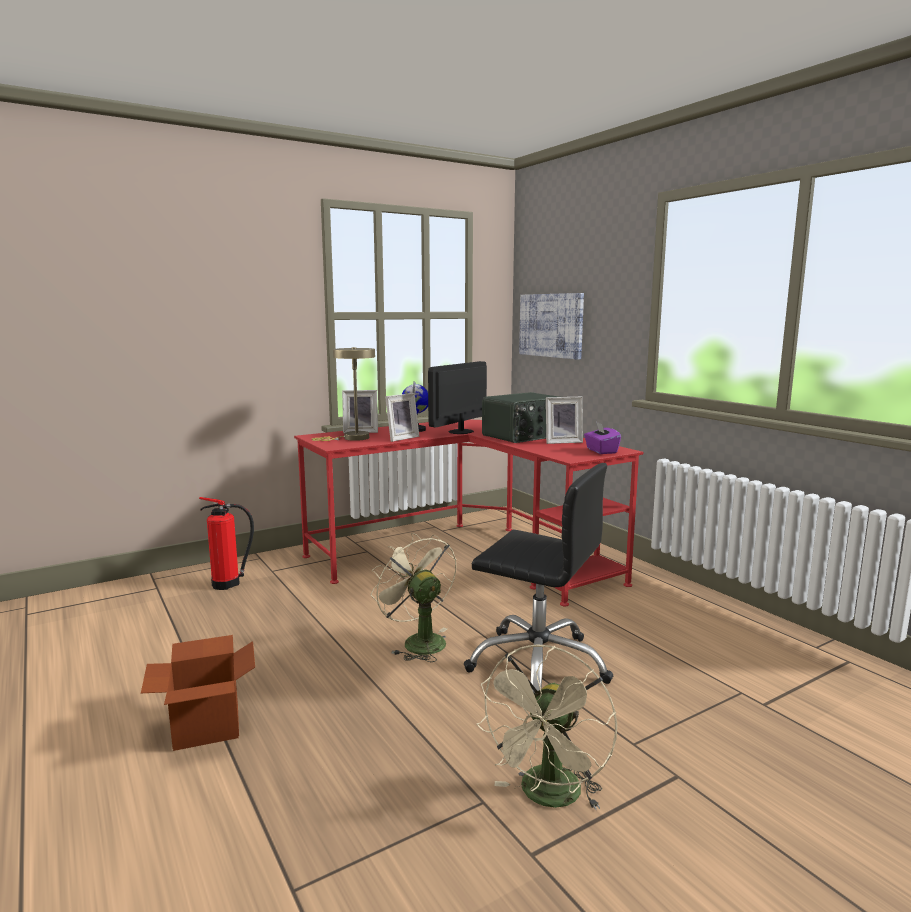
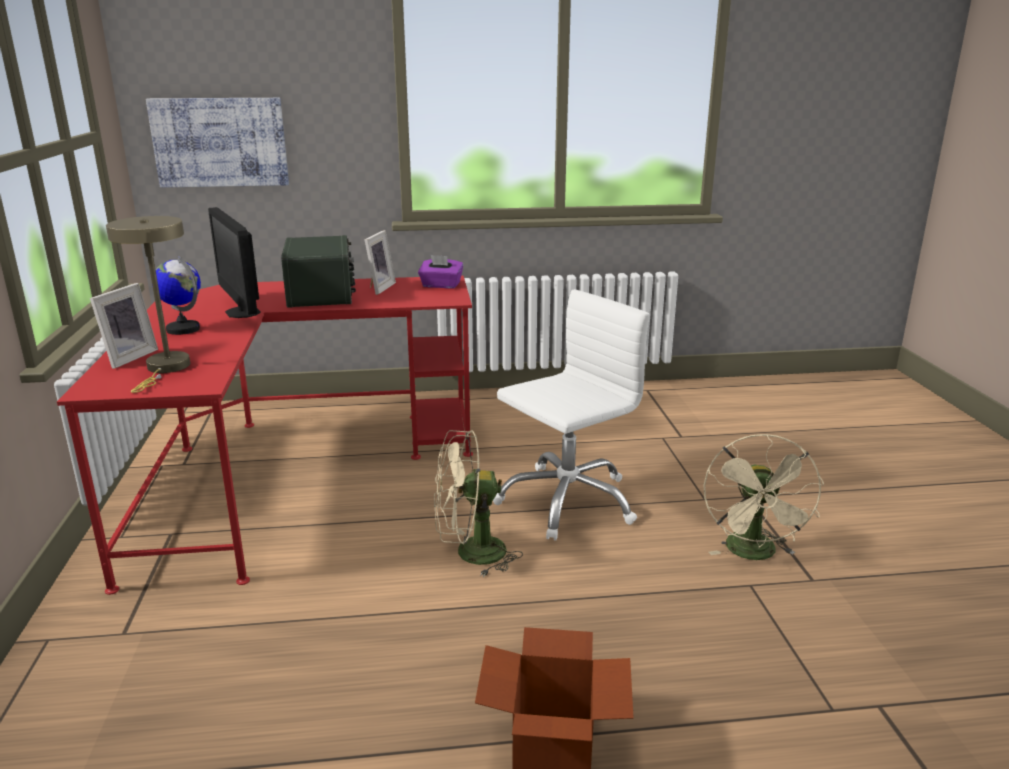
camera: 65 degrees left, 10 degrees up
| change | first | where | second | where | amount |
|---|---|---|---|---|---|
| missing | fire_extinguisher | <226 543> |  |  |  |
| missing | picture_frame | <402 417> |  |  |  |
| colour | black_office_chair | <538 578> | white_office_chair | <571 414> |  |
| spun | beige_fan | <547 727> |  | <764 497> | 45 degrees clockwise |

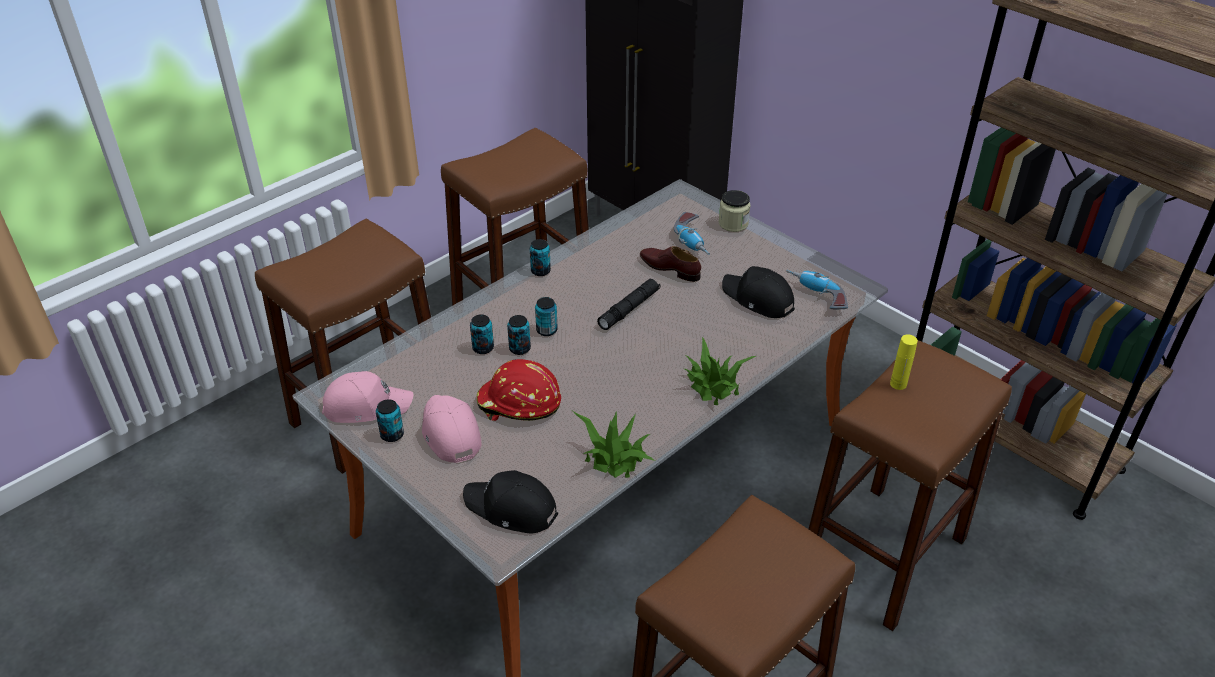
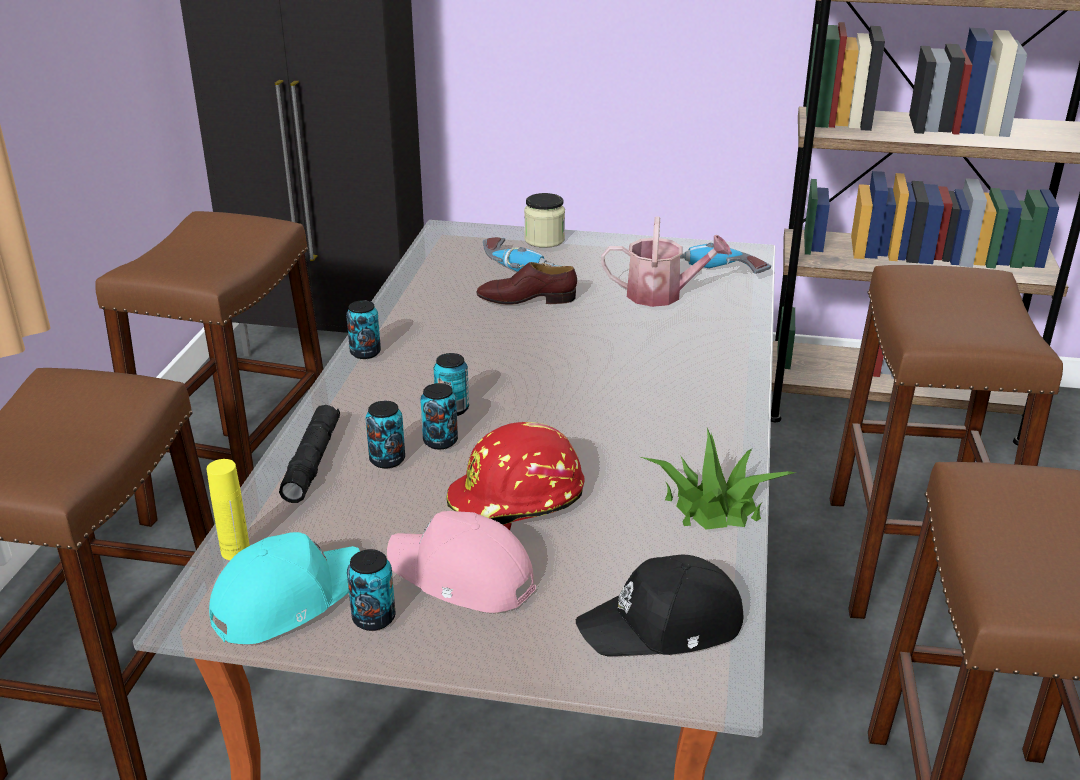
camera: 35 degrees left, 10 degrees down
| change | first | where | second | where | amount |
|---|---|---|---|---|---|
| colour | pink_cap | <368 397> | turquoise_cap | <284 588> |  |
| relocated | black_flashlight | <629 304> |  | <309 454> |  |
| missing | potted_plant | <720 371> |  |  |  |
| exchanged | black_cap | <758 292> | watering_can | <666 261> |  |
| relocated | yellow_bottle | <904 362> |  | <228 509> |  |

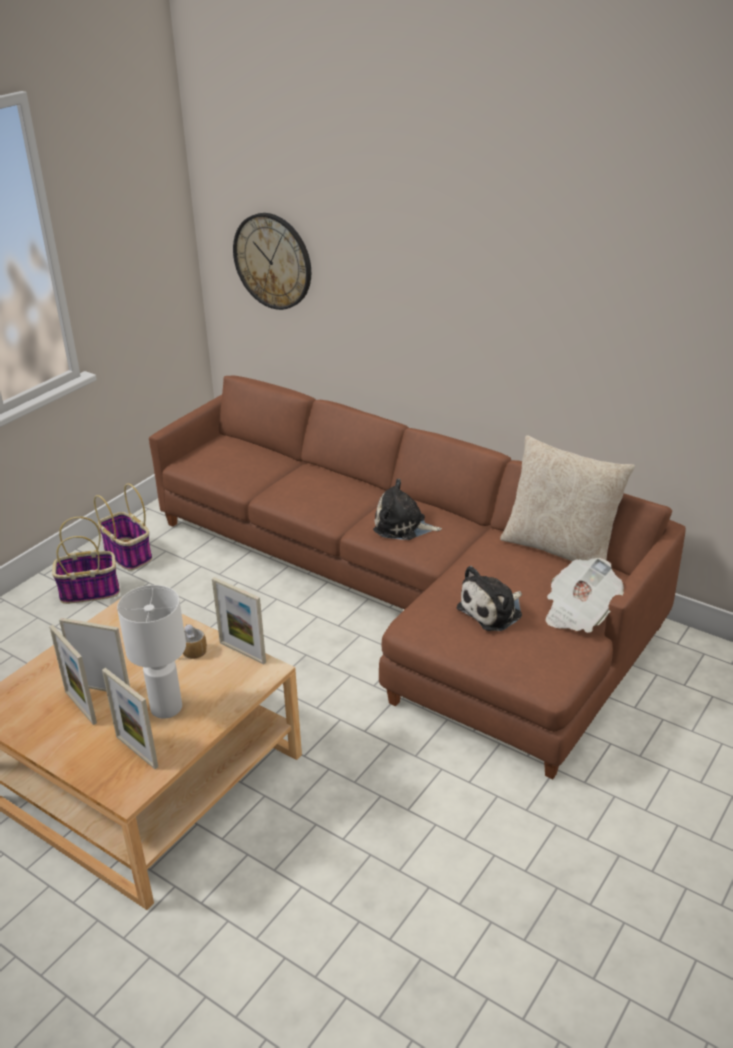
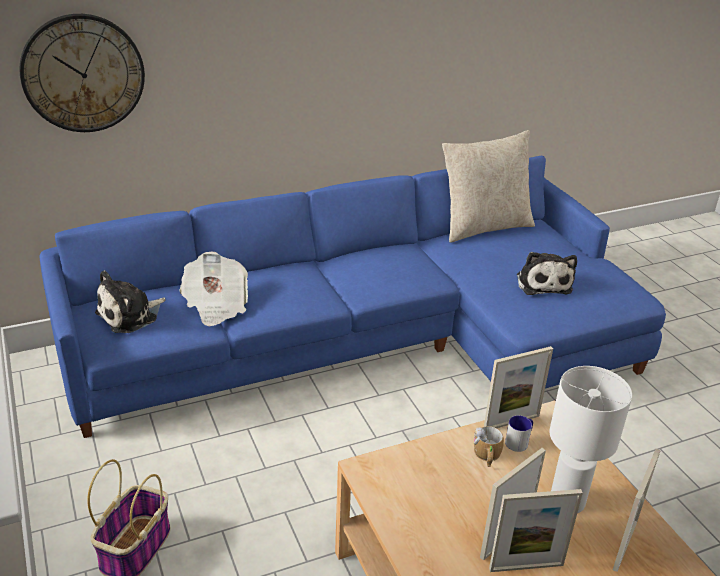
camera: 60 degrees left, 0 degrees up
| change | first | where | second | where | amount |
|---|---|---|---|---|---|
| missing | basket | <123 527> |  |  |  |
| spun | picture_frame | <130 718> |  | <637 510> | 45 degrees counterclockwise |
| colour | brown_sofa | <417 577> | blue_sofa | <352 297> |  |
| relocated | plush_toy | <407 509> |  | <130 301> |  |
| relocated | newspaper | <585 595> |  | <213 289> |  |
| appeared |  |  | mug | <519 433> |  |

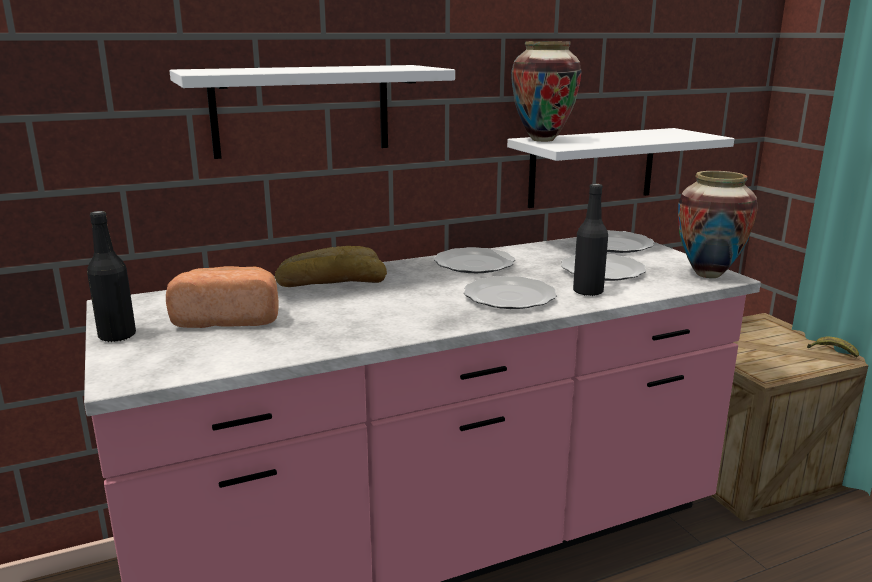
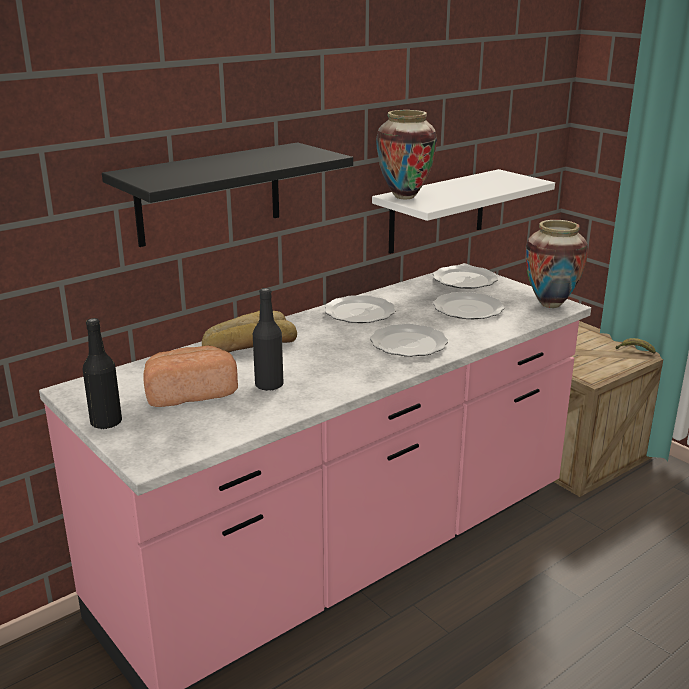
camera: 15 degrees left, 5 degrees up
| change | first | where | second | where | amount |
|---|---|---|---|---|---|
| colour | white_shelf | <312 112> | black_shelf | <227 194> |  |
| relocated | black_bottle | <590 240> |  | <268 339> |  |

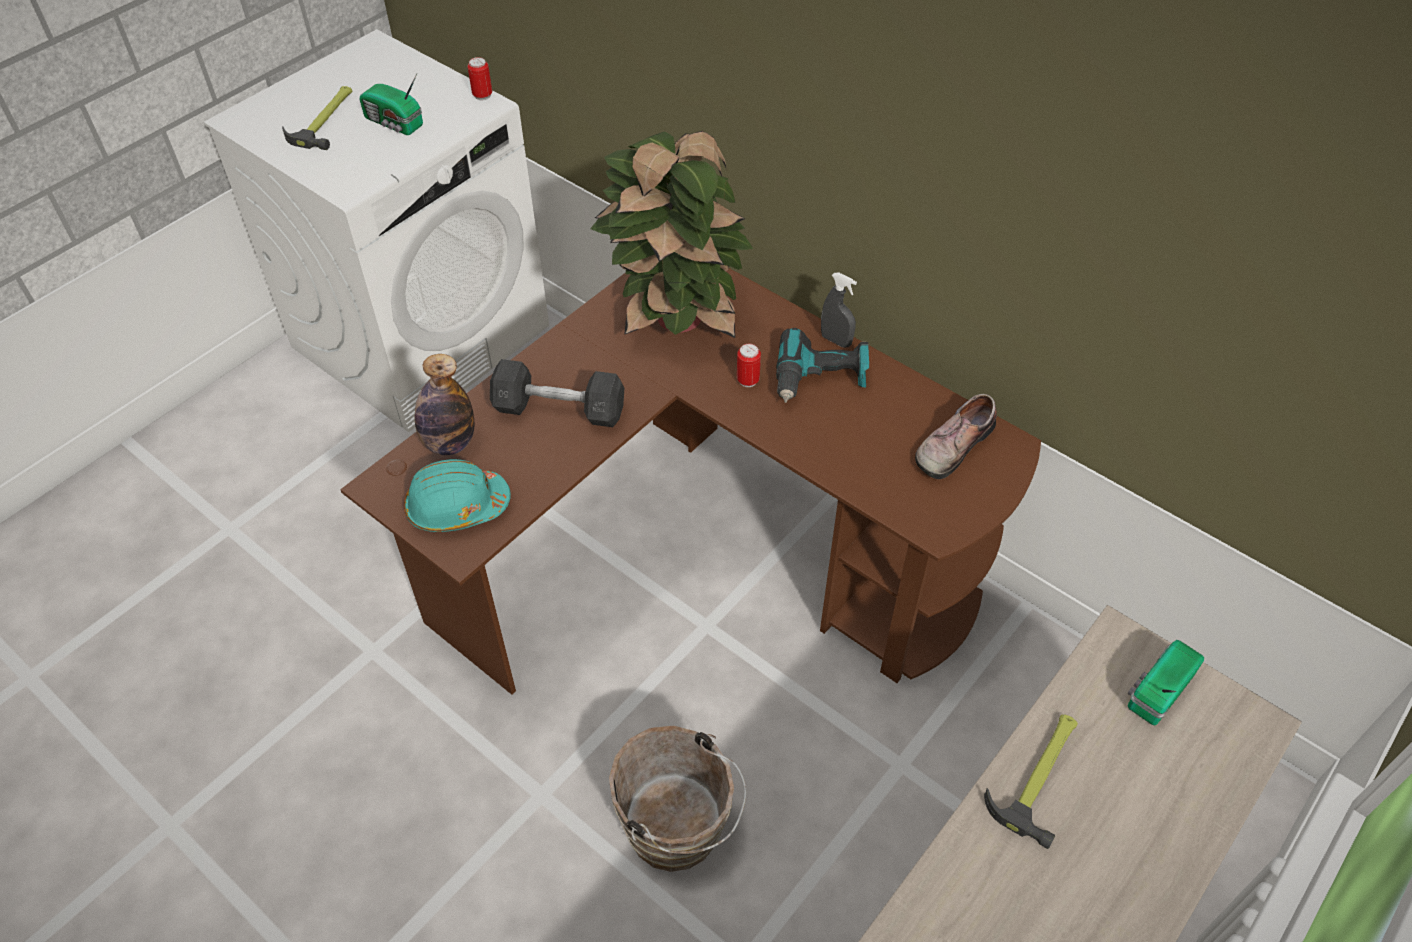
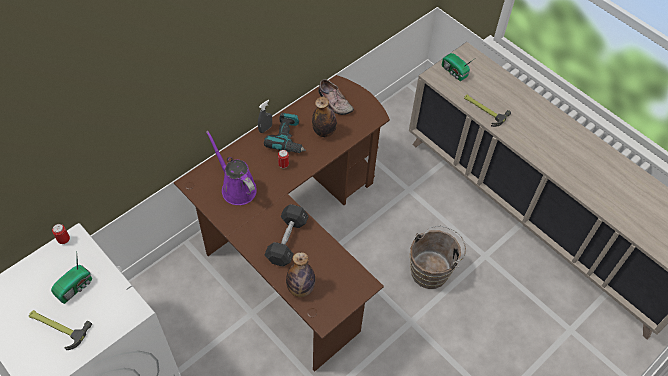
camera: 85 degrees left, 5 degrees up
| change | first | where | second | where | amount |
|---|---|---|---|---|---|
| missing | turquoise_hard_hat | <457 495> |  |  |  |
| exchanged | potted_plant | <671 234> | purple_watering_can | <231 168> |  |
| appeared |  |  | bottle | <324 117> |  |

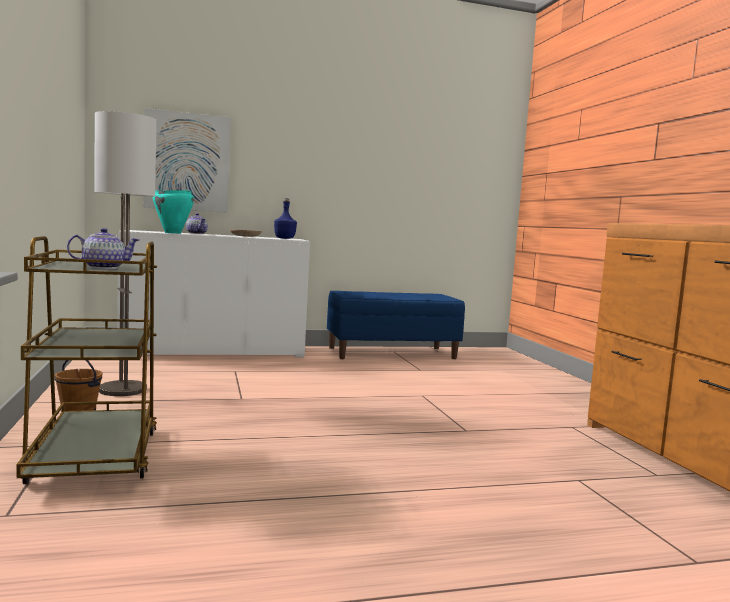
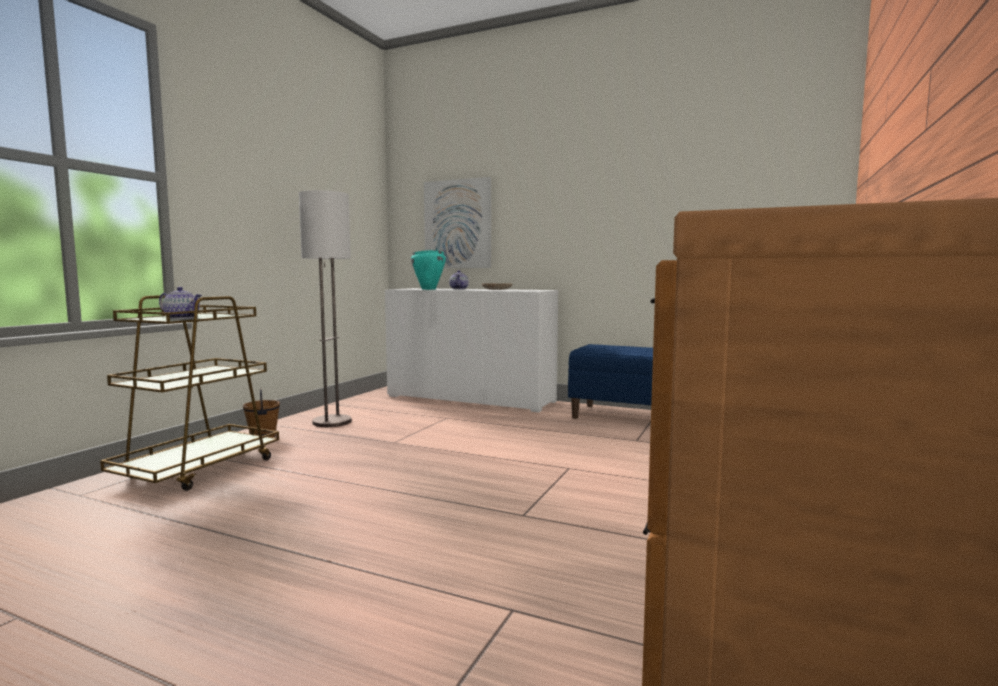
camera: 40 degrees right, 0 degrees up
| change | first | where | second | where | amount |
|---|---|---|---|---|---|
| missing | blue_bottle | <285 218> |  |  |  |

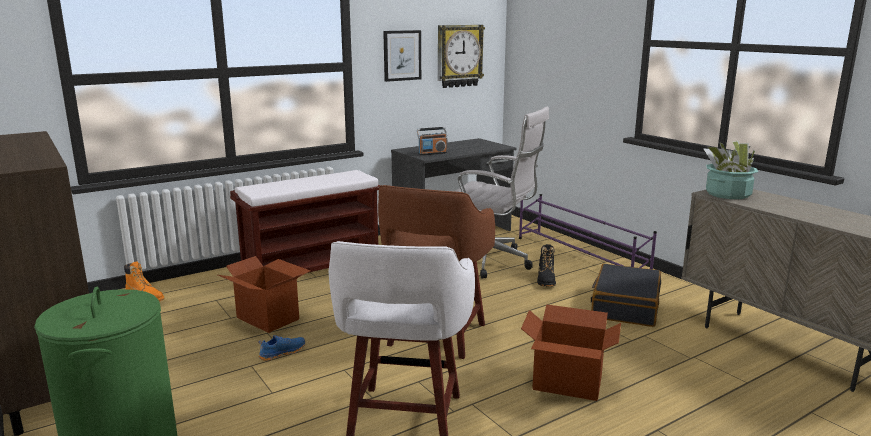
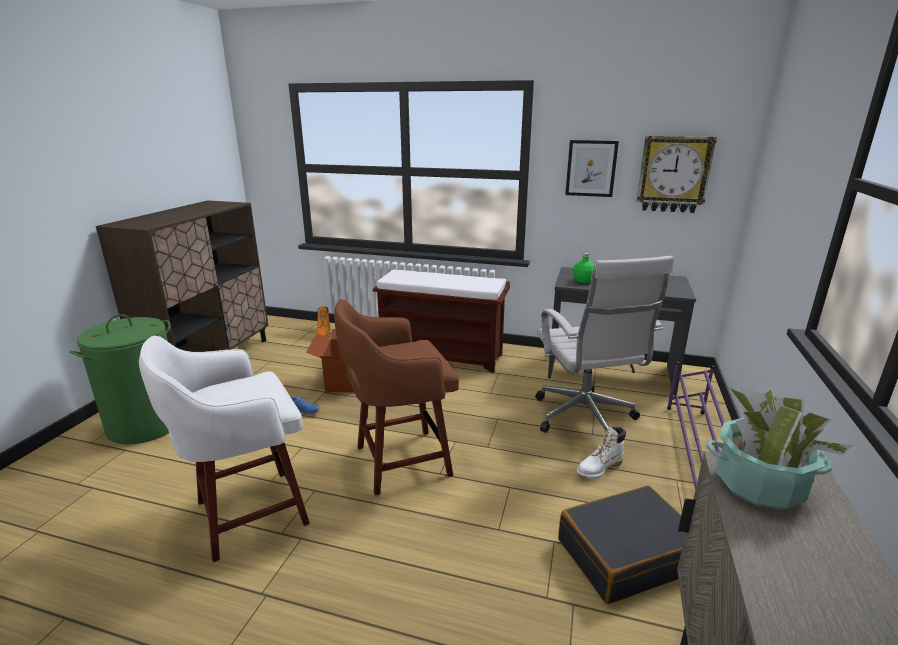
camera: 50 degrees right, 5 degrees up
| change | first | where | second | where | amount |
|---|---|---|---|---|---|
| exchanged | radio | <432 141> | green_bottle | <583 268> |  |
| missing | cardboard_box | <571 352> |  |  |  |
| colour | black_boot | <546 265> | white_boot | <601 453> |  |

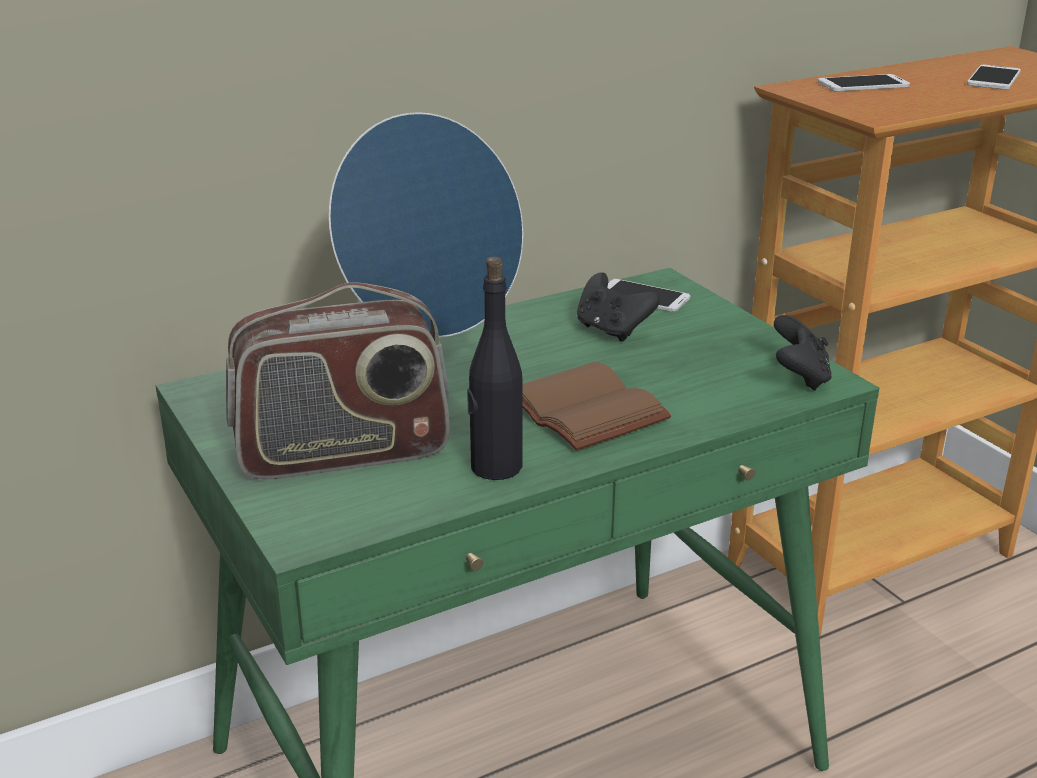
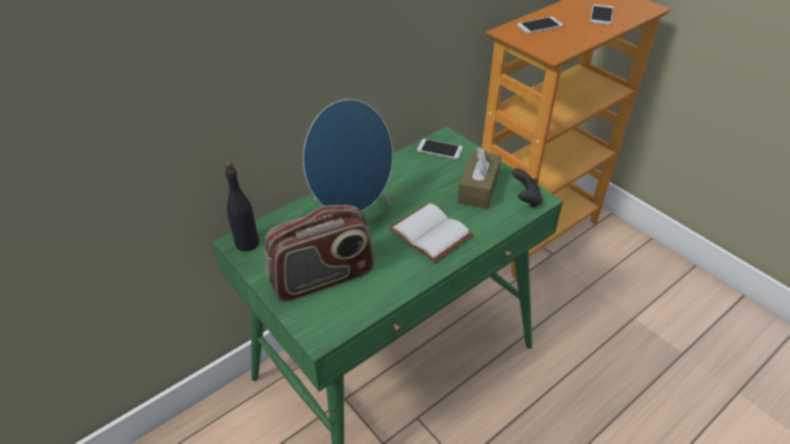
camera: 10 degrees left, 15 degrees up
| change | first | where | second | where | amount |
|---|---|---|---|---|---|
| relocated | black_bottle | <495 368> |  | <242 206> |  |
| colour | brown_book | <597 405> | white_book | <431 233> |  |
| missing | black_game_controller | <618 307> |  |  |  |
| appeared |  |  | brown_tissue_box | <479 178> |  |

